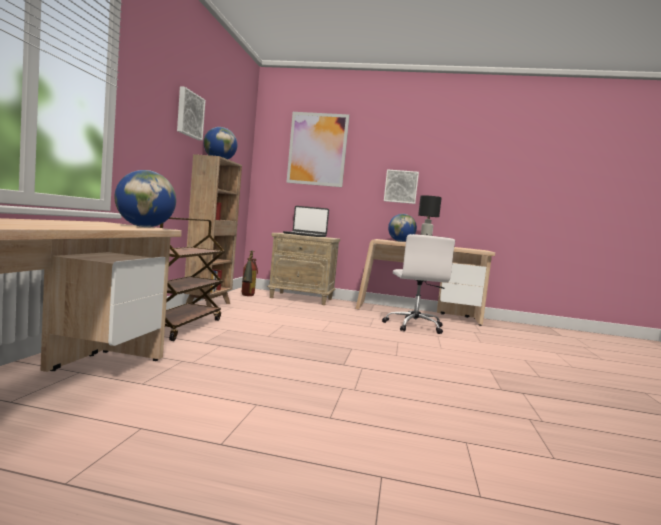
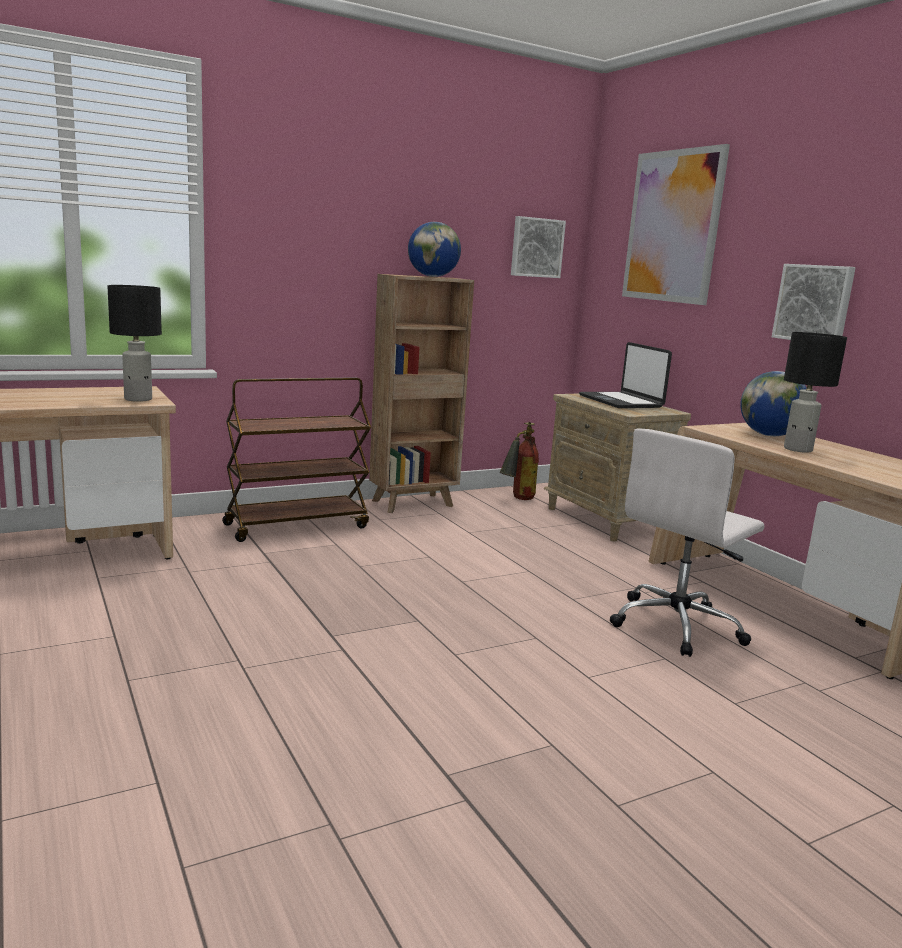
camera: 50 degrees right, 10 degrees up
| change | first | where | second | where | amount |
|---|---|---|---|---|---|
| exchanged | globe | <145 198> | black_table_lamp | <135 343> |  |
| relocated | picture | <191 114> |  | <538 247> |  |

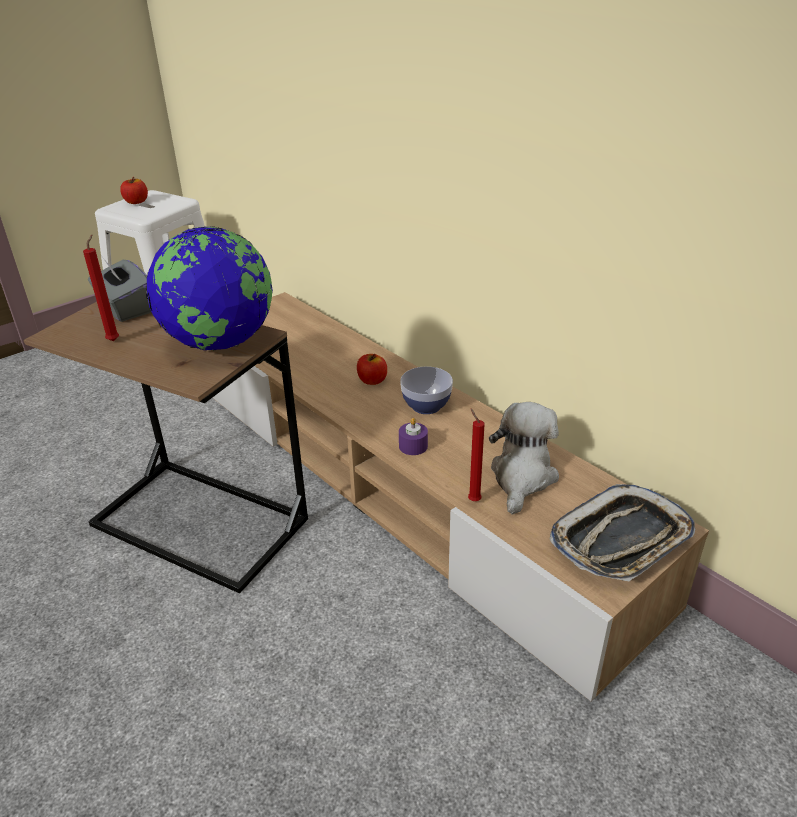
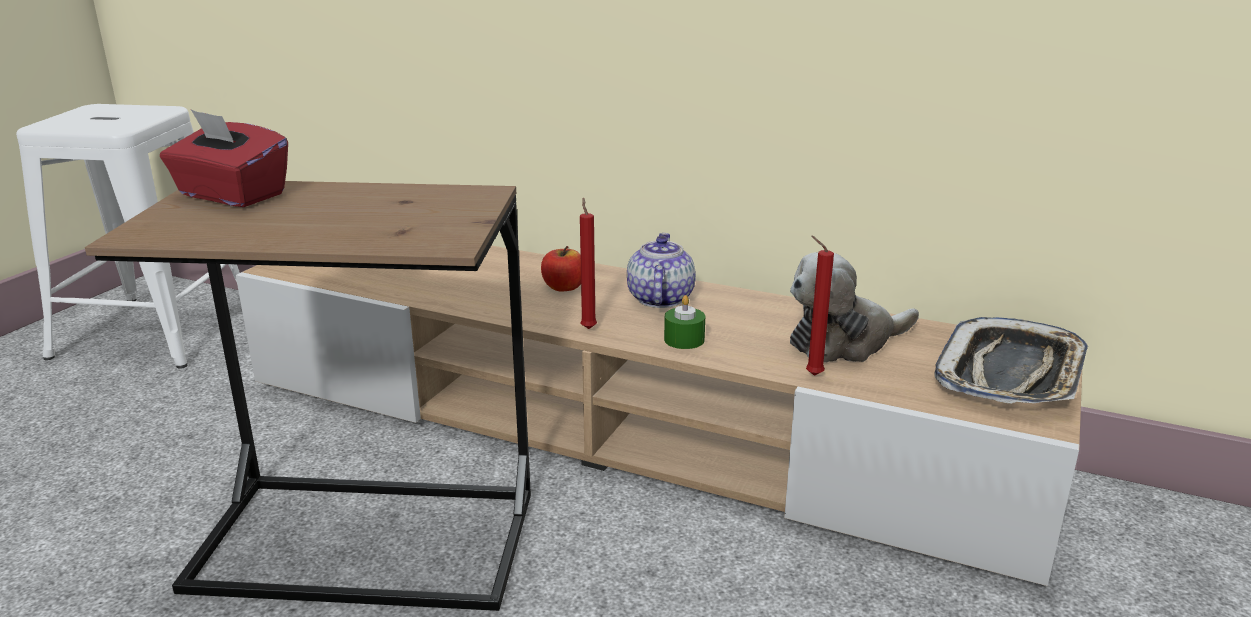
camera: 25 degrees left, 10 degrees down
| change | first | where | second | where | amount |
|---|---|---|---|---|---|
| relocated | red_candle | <101 288> |  | <588 263> |  |
| colour | grey_tissue_box | <119 290> | red_tissue_box | <224 158> |  |
| missing | apple | <134 190> |  |  |  |
| missing | globe | <209 288> |  |  |  |
| colour | purple_candle | <413 436> | green_candle | <684 322> |  |
| exchanged | bowl | <426 390> | teapot | <661 270> |  |
| spun | plush_toy | <524 458> |  | <854 307> | 105 degrees counterclockwise |

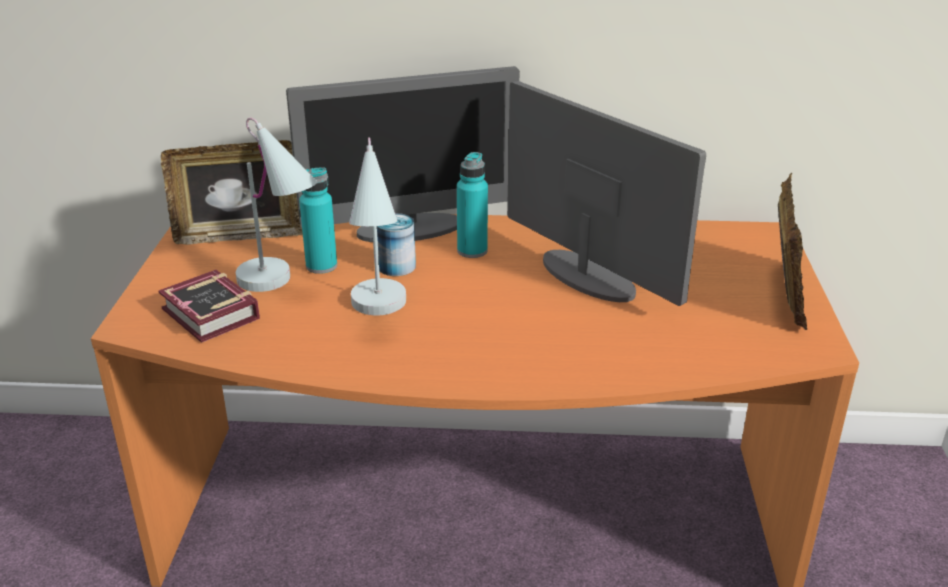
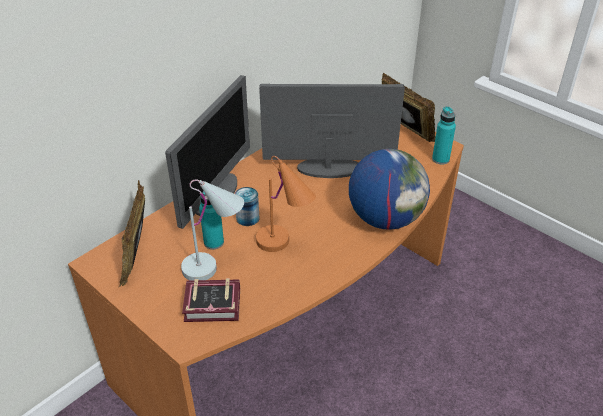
camera: 50 degrees left, 10 degrees up
| change | first | where | second | where | amount |
|---|---|---|---|---|---|
| spun | picture_frame | <232 192> |  | <132 233> | 150 degrees clockwise |
| colour | white_table_lamp | <377 226> | orange_table_lamp | <286 204> |  |
| relocated | turquoise_bottle | <472 205> |  | <444 135> |  |
| appeared |  |  | globe | <389 189> |  |

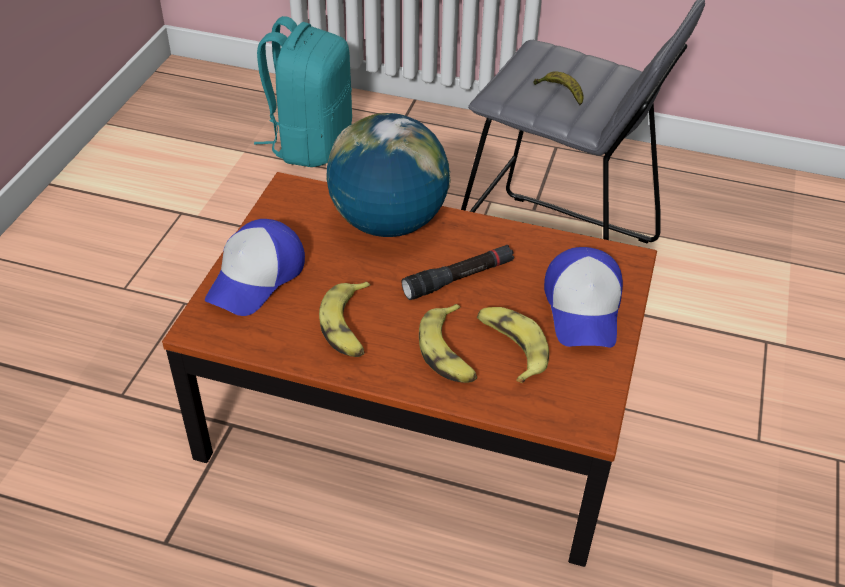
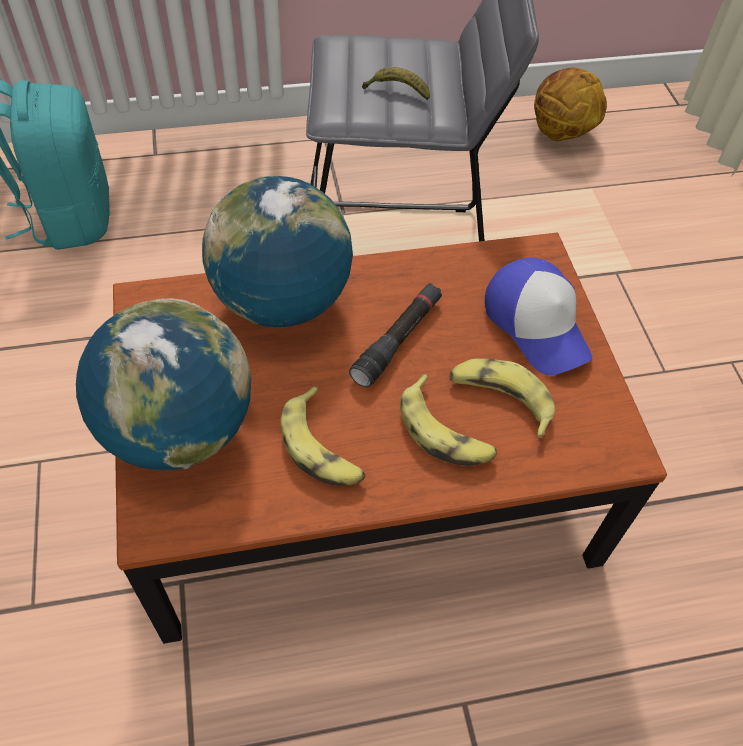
camera: 30 degrees left, 10 degrees up
| change | first | where | second | where | amount |
|---|---|---|---|---|---|
| exchanged | cap | <255 267> | globe | <163 384> |  |
| appeared |  |  | basketball | <570 104> |  |

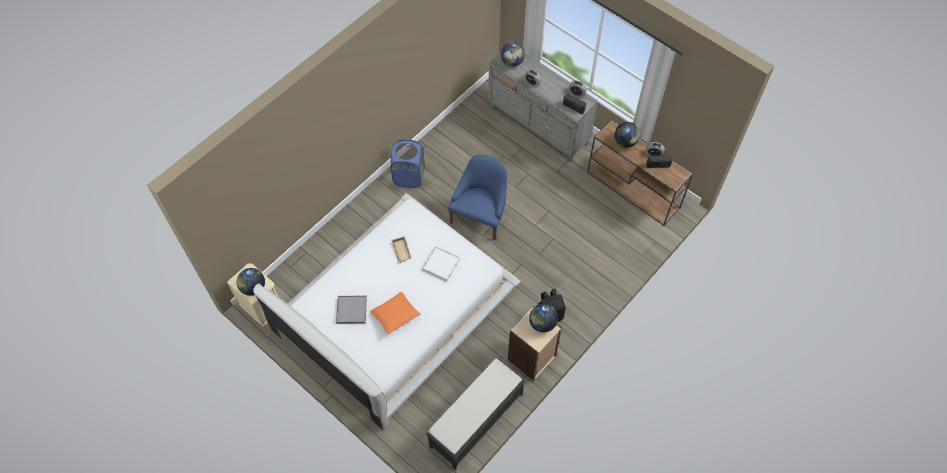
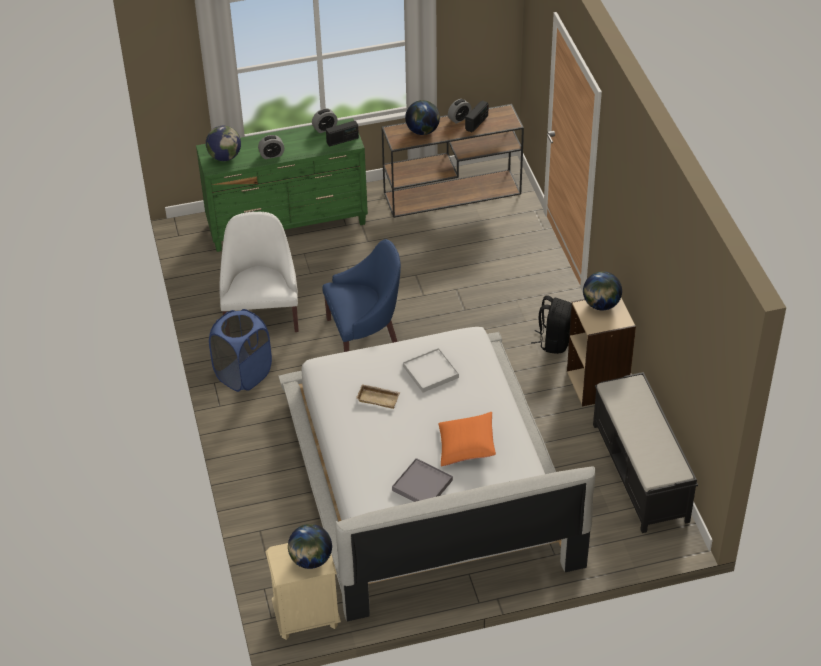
camera: 55 degrees left, 15 degrees down
| change | first | where | second | where | amount |
|---|---|---|---|---|---|
| spun | blue_armchair | <477 197> |  | <361 295> | 105 degrees clockwise |
| colour | grey_dresser | <543 107> | green_dresser | <282 185> |  |
| appeared |  |  | white_armchair | <259 271> |  |

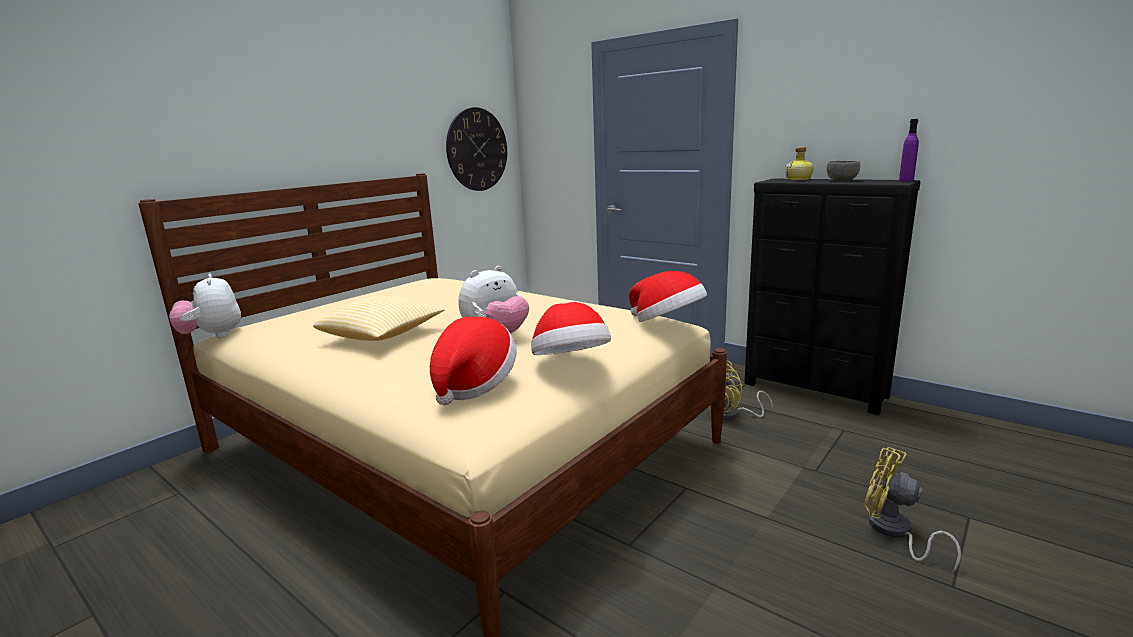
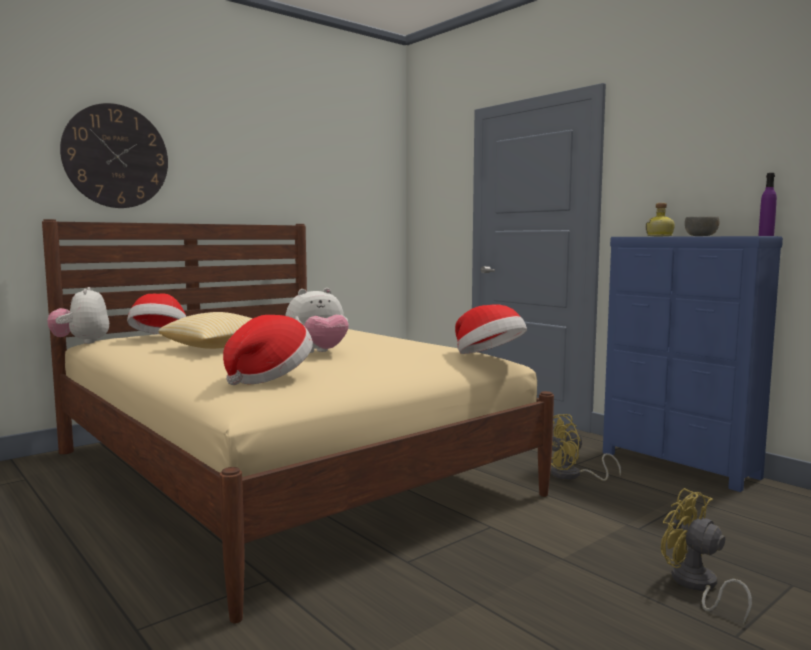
camera: 10 degrees right, 10 degrees down
| change | first | where | second | where | amount |
|---|---|---|---|---|---|
| relocated | wall_clock | <476 149> |  | <114 155> |  |
| relocated | hat | <571 328> |  | <157 314> |  |
| colour | black_dresser | <832 297> | blue_dresser | <693 364> |  |

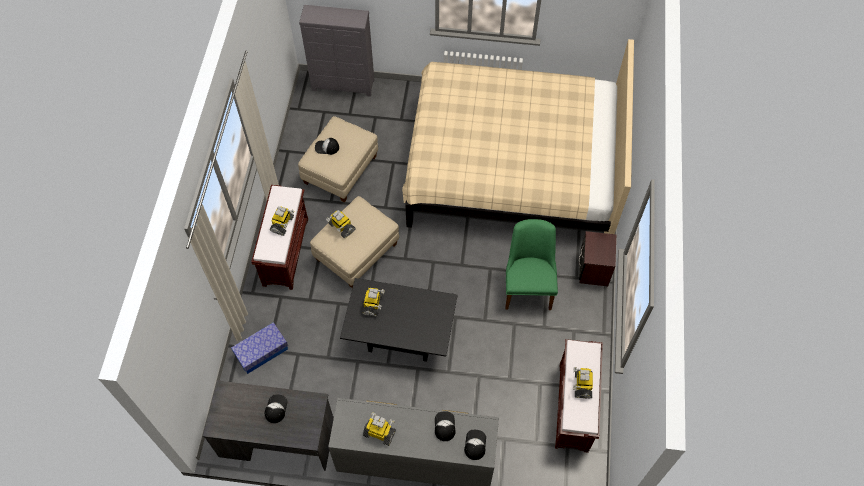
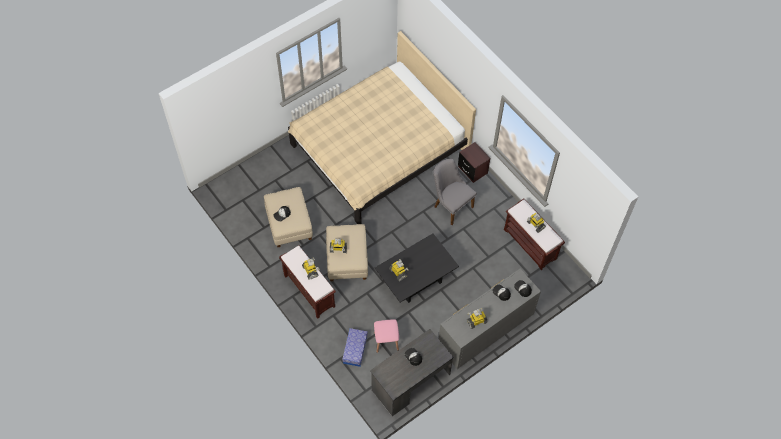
camera: 45 degrees left, 0 degrees up
| change | first | where | second | where | amount |
|---|---|---|---|---|---|
| missing | grey_dresser | <336 51> |  |  |  |
| colour | green_chair | <531 264> | grey_chair | <455 192> |  |
| appeared |  |  | pink_stool | <386 336> |  |

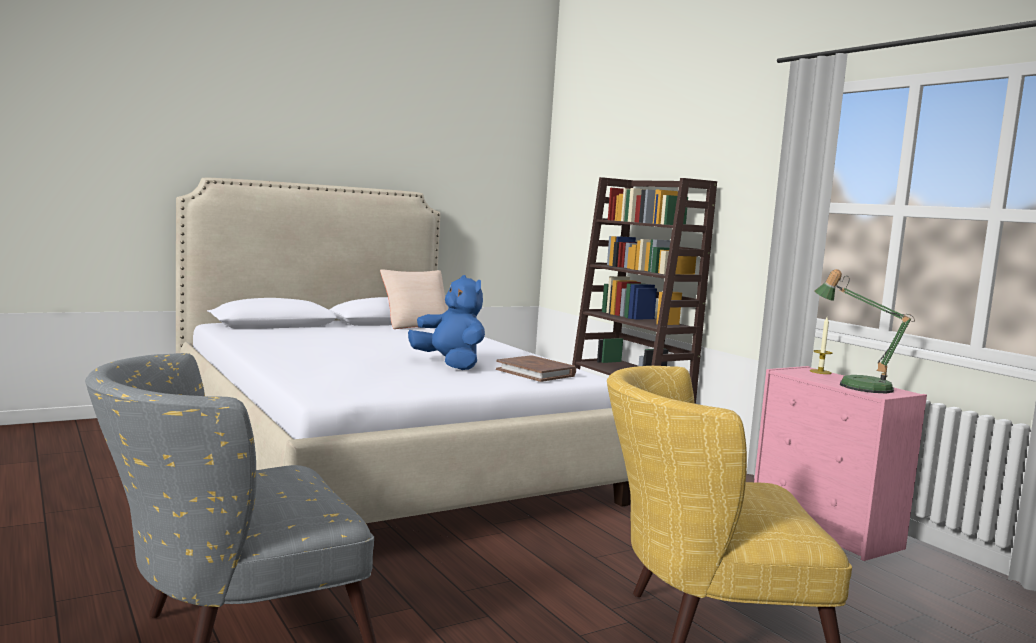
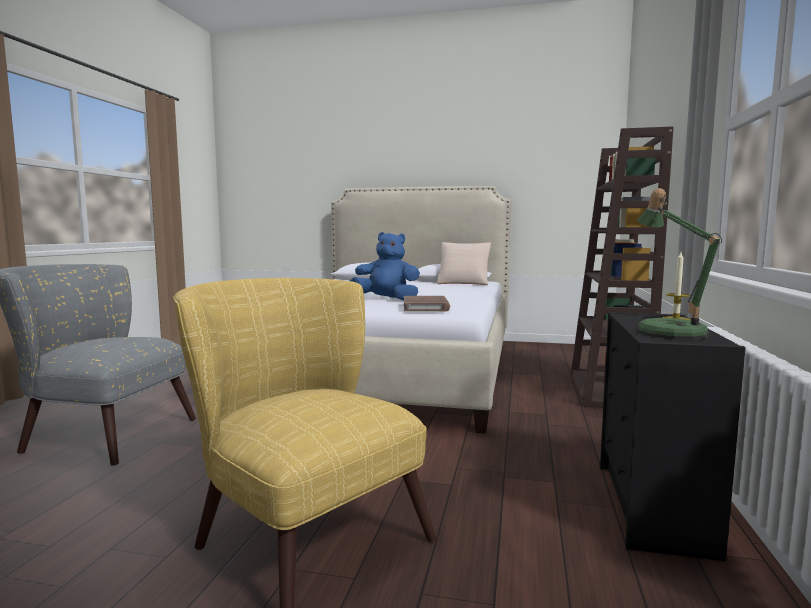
camera: 45 degrees right, 0 degrees up
| change | first | where | second | where | amount |
|---|---|---|---|---|---|
| spun | blue_plush_toy | <446 322> |  | <384 266> | 75 degrees counterclockwise |
| colour | pink_dresser | <840 463> | black_dresser | <673 436> |  |

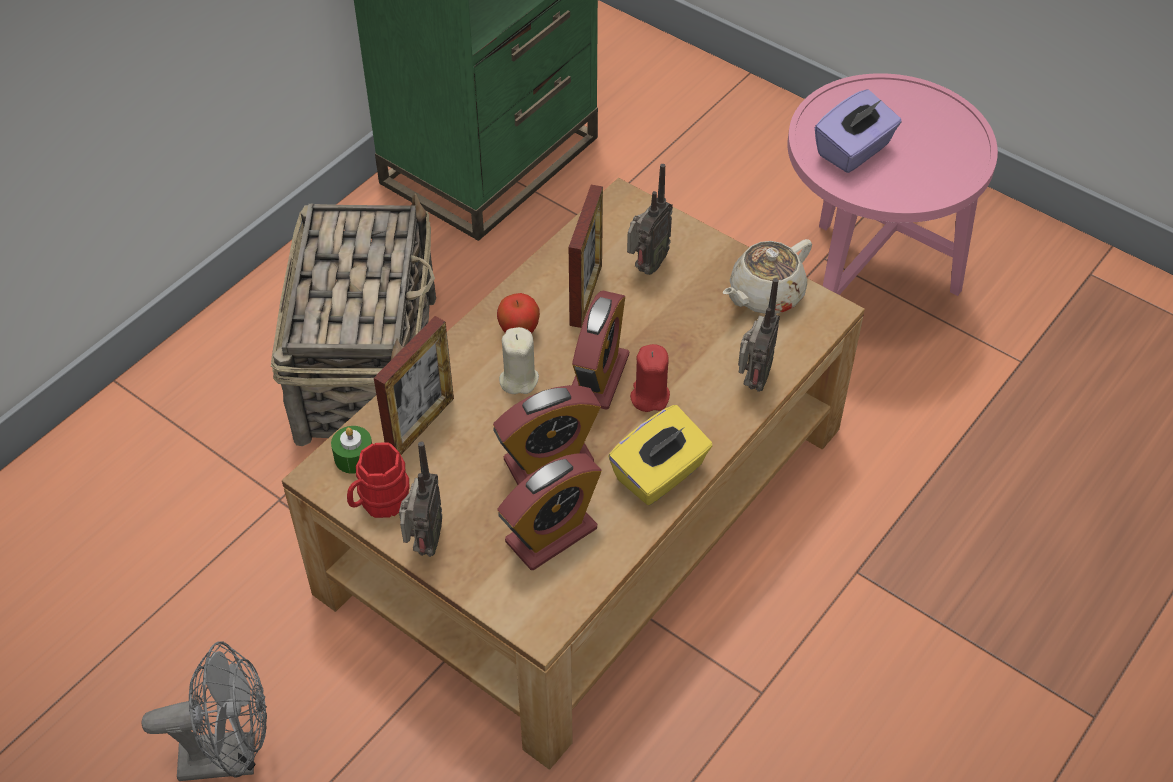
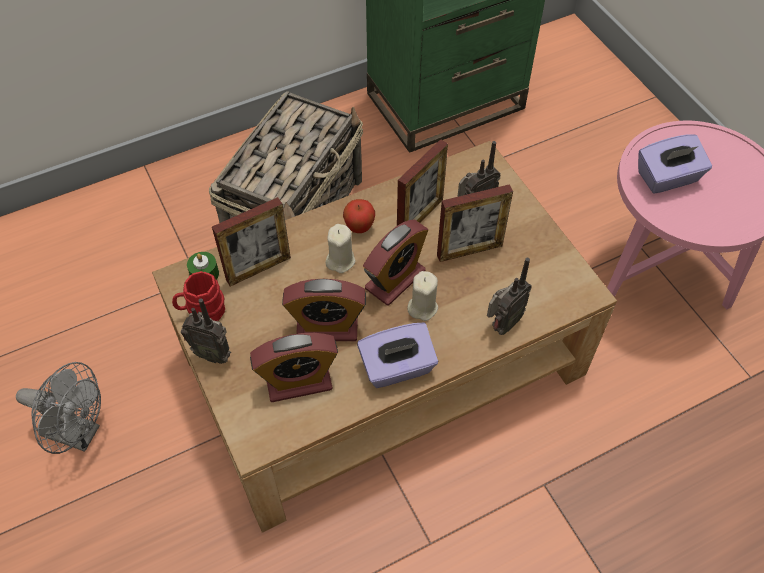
camera: 25 degrees right, 5 degrees up
| change | first | where | second | where | amount |
|---|---|---|---|---|---|
| spun | radio | <420 499> |  | <206 331> | 75 degrees clockwise |
| colour | yellow_tissue_box | <660 455> | purple_tissue_box | <397 355> |  |
| colour | red_candle | <650 378> | beige_candle | <423 296> |  |
| missing | beige_teapot | <767 276> |  |  |  |
| appeared |  |  | picture_frame | <475 223> |  |

